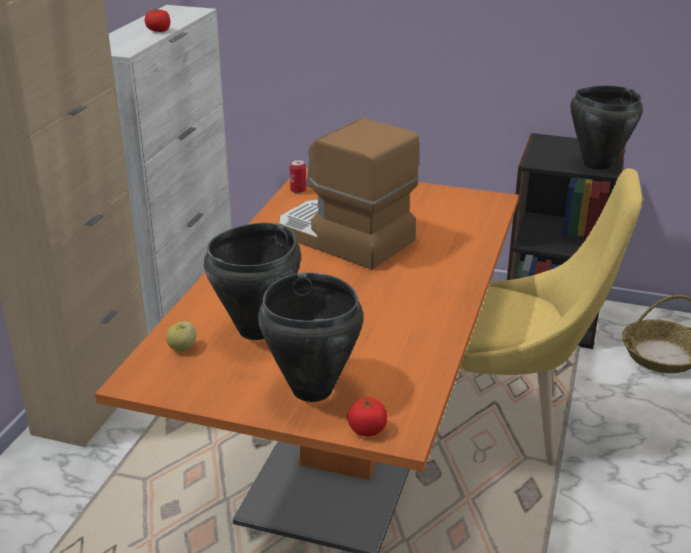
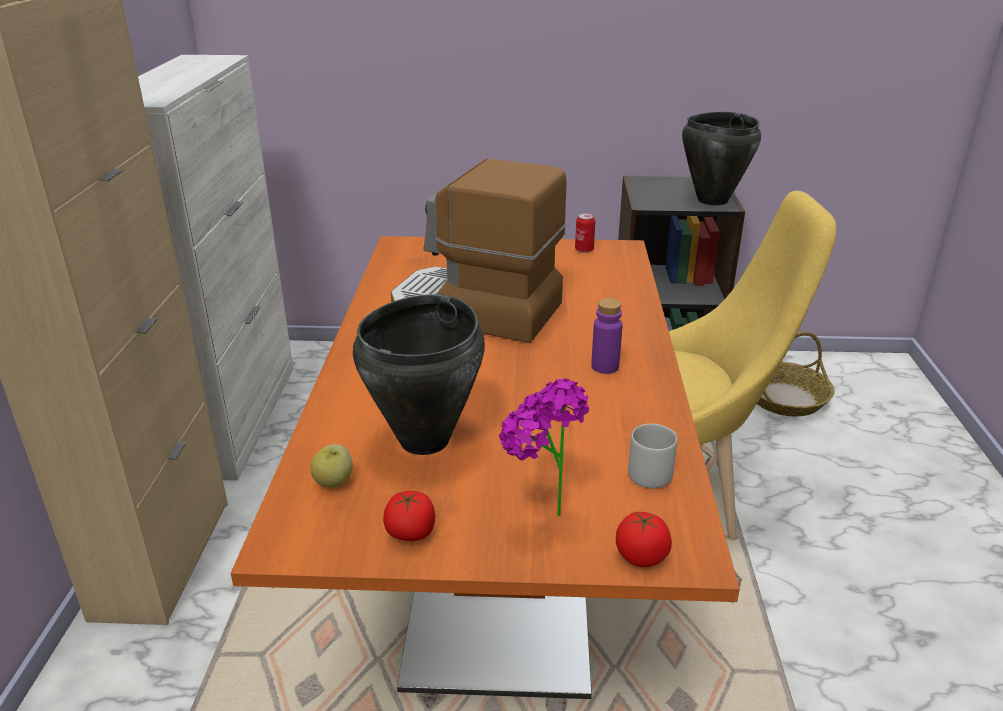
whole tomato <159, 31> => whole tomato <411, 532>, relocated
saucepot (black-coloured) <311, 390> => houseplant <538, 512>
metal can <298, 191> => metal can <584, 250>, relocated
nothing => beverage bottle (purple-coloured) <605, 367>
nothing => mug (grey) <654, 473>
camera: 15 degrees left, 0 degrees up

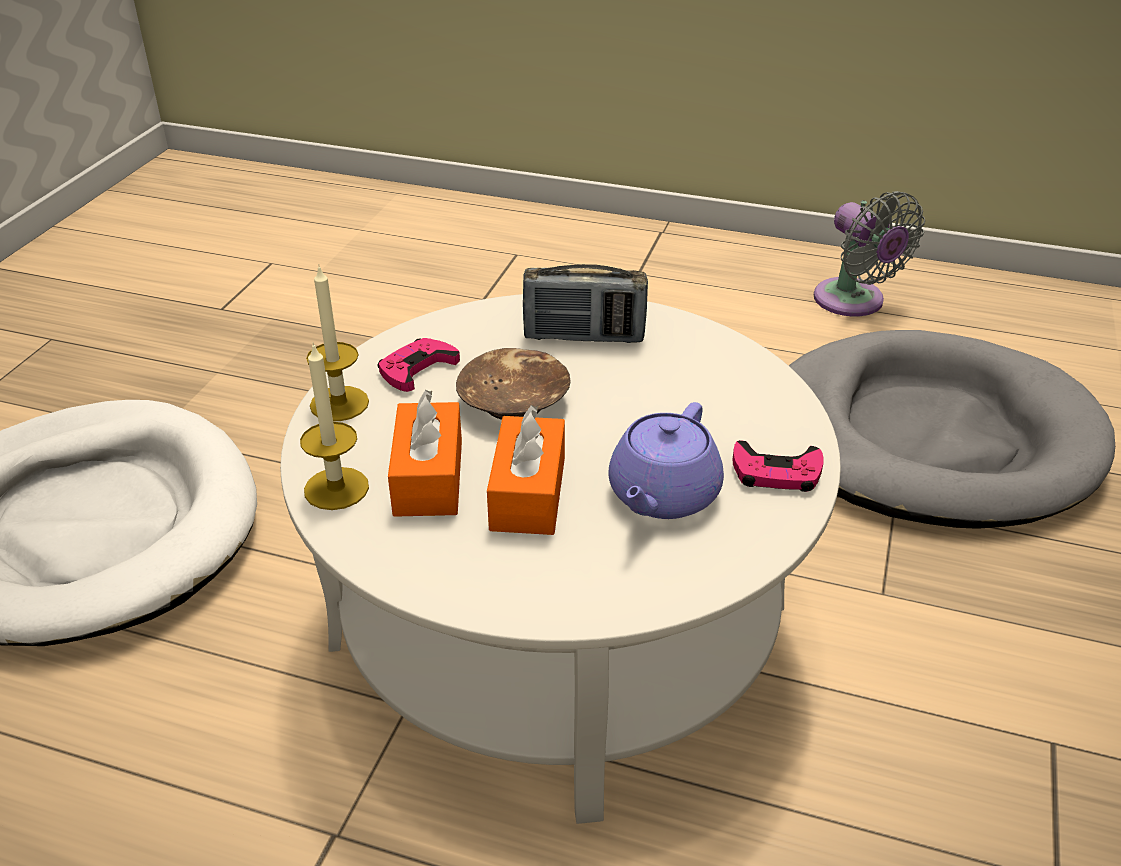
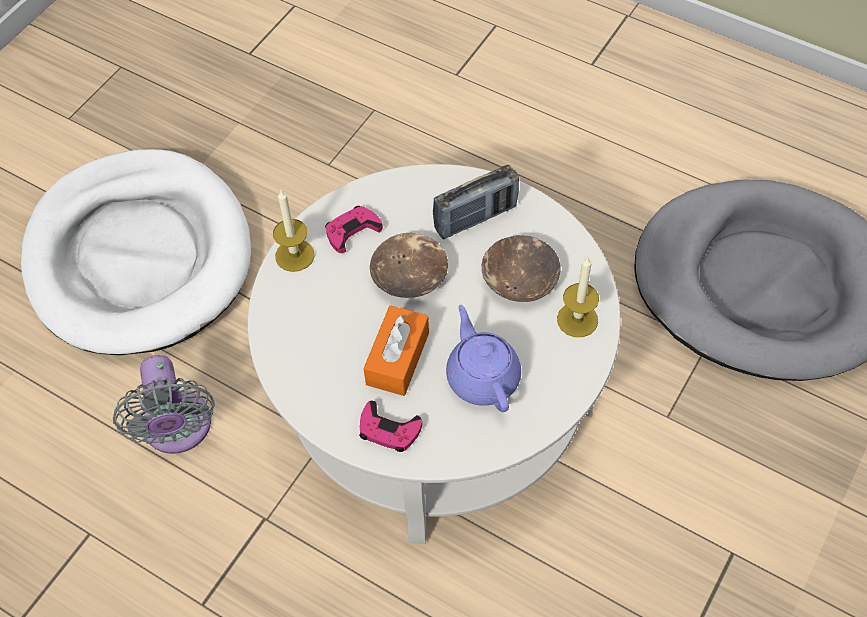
electric fan (grey) <853, 302> => electric fan (grey) <178, 430>, relocated
game controller (pinkish) <776, 473> => game controller (pinkish) <389, 430>, relocated
radio <584, 336> => radio <475, 218>, 45 degrees counterclockwise
tea pot (purple-coloured) <662, 495> => tea pot (purple-coloured) <482, 376>, 120 degrees clockwise
nothing => serving bowl (brown-coloured) <519, 277>
candle <336, 488> => candle <577, 319>, relocated
tissue holder (orangey) <428, 477> => nothing
camera: 15 degrees right, 20 degrees up

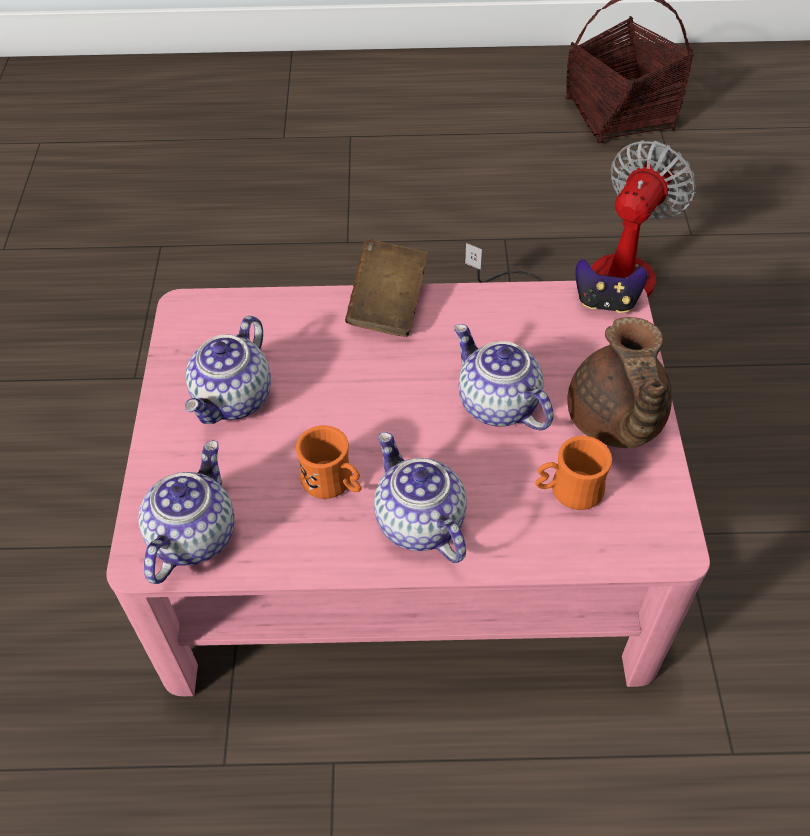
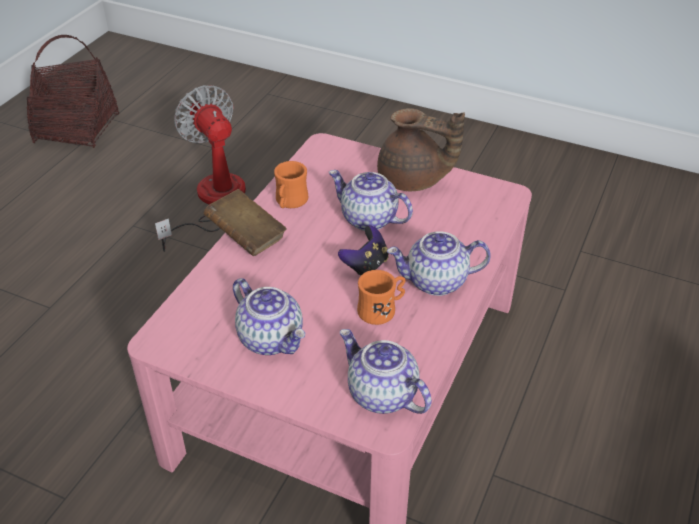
mug (orangey) <568, 490> => mug (orangey) <290, 203>, relocated
tea pot <497, 404> => tea pot <368, 219>, 45 degrees clockwise
game controller <605, 302> => game controller <366, 265>, relocated
camera: 65 degrees left, 10 degrees down

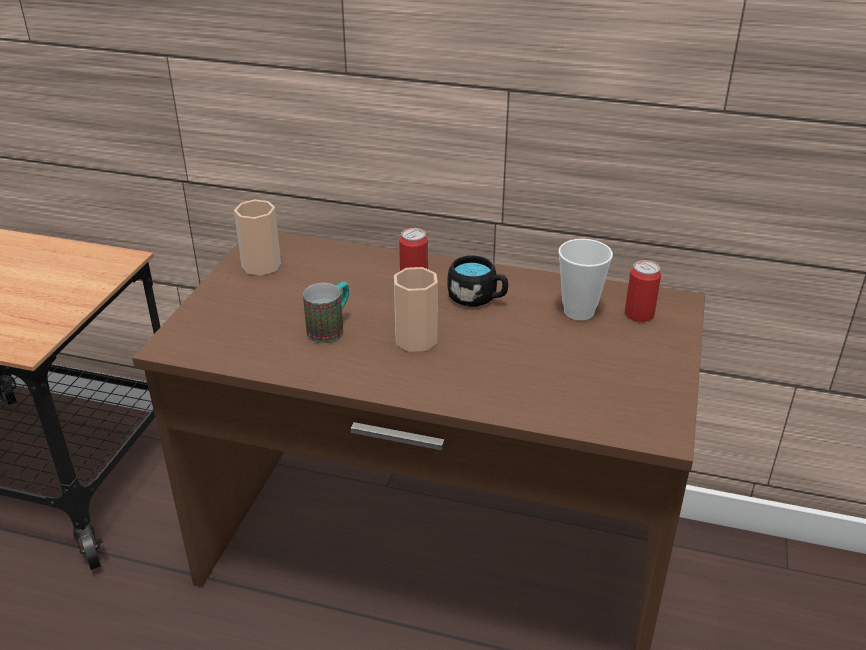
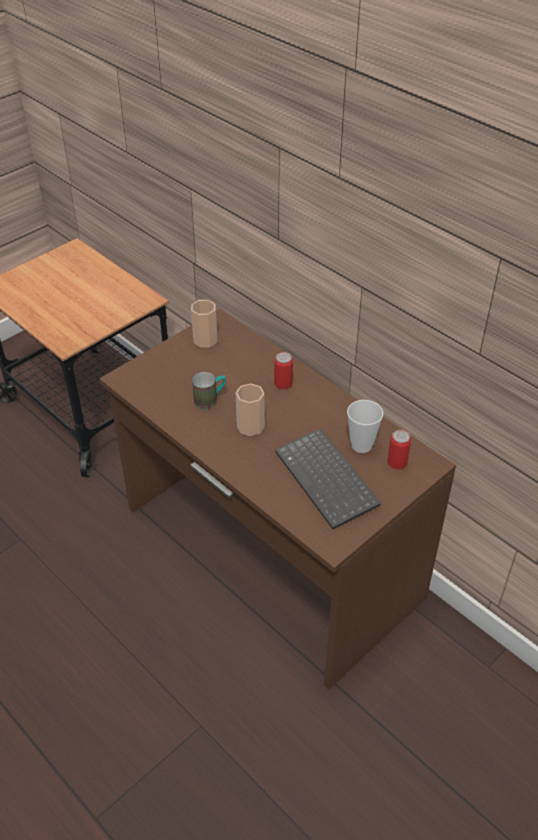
nothing => PC keyboard <328, 479>
mug (black-coloured) <478, 298> => nothing
camera: 30 degrees right, 10 degrees up

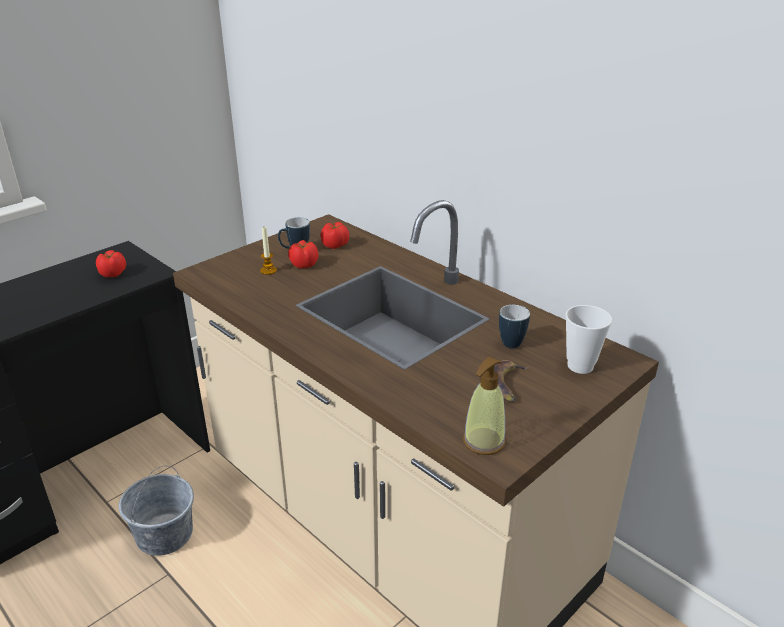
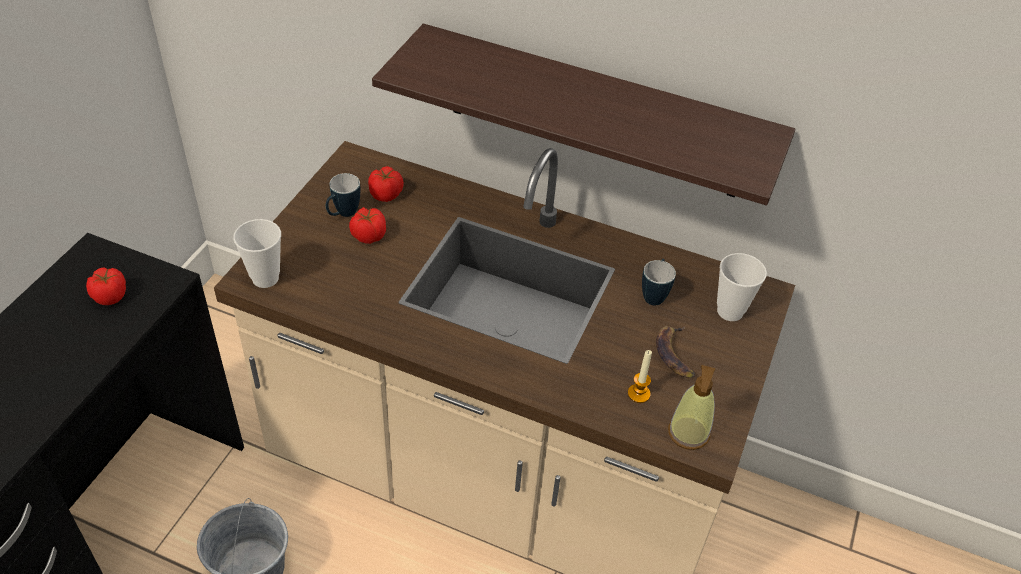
nothing => small cup <265, 278>
nothing => bracket shelf <595, 113>
candle <268, 270> => candle <638, 394>, relocated
camera: 25 degrees left, 15 degrees up

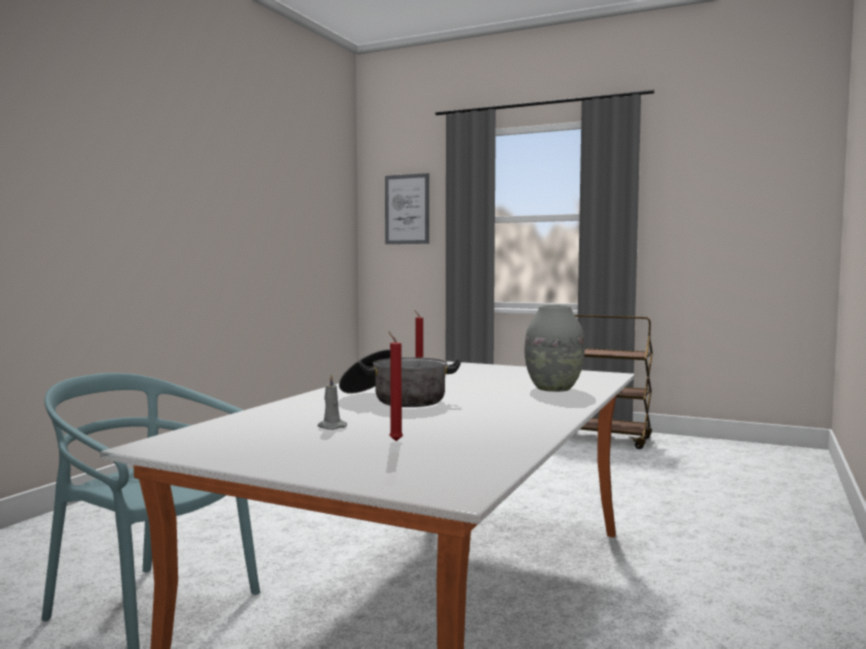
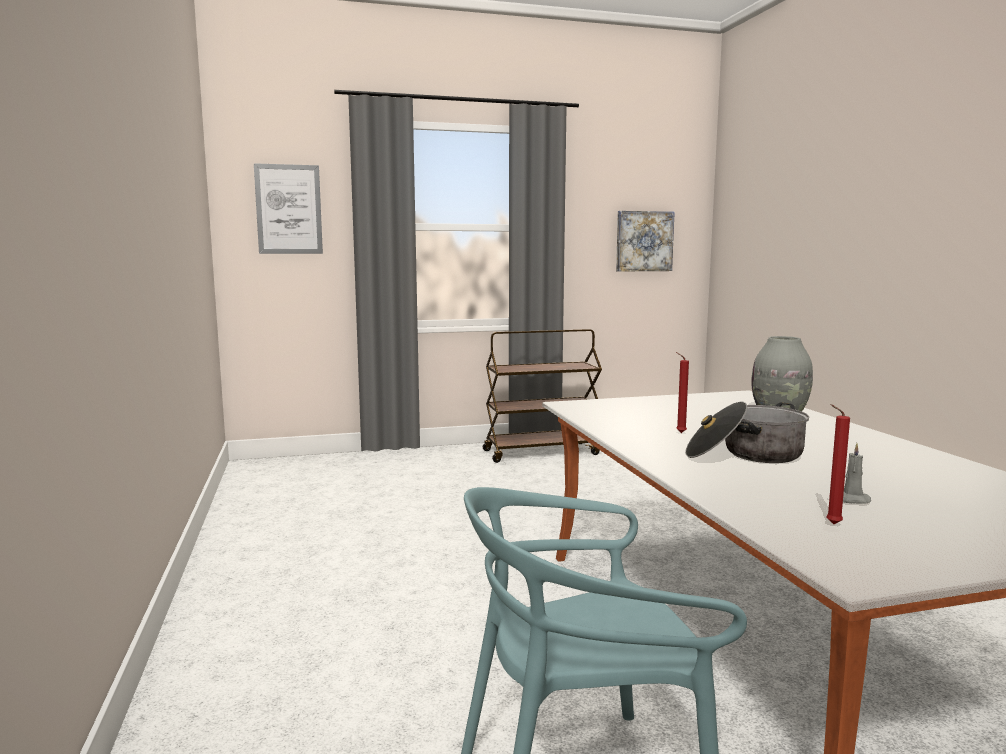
nothing => wall picture <644, 241>
candle (red) <394, 440> => candle (red) <831, 524>, relocated
camera: 40 degrees left, 5 degrees up

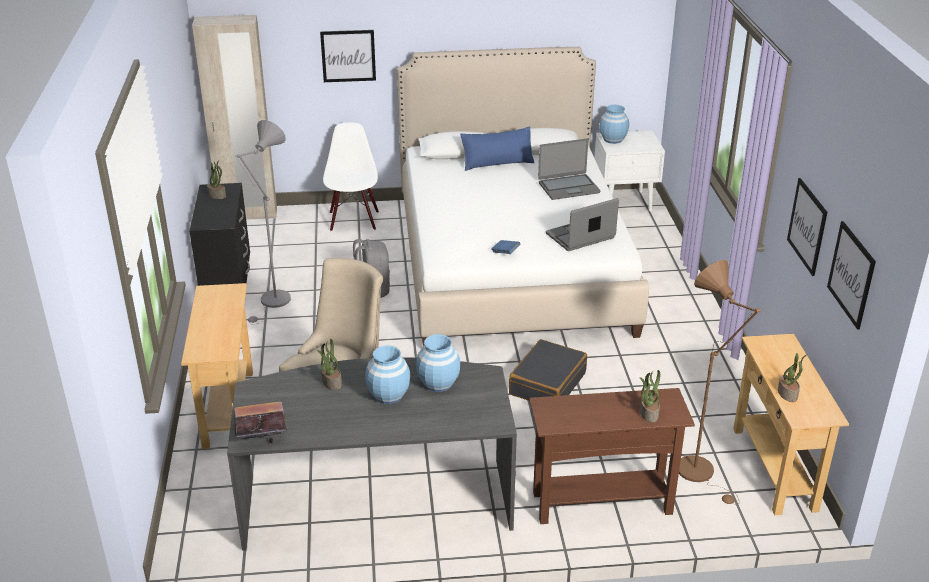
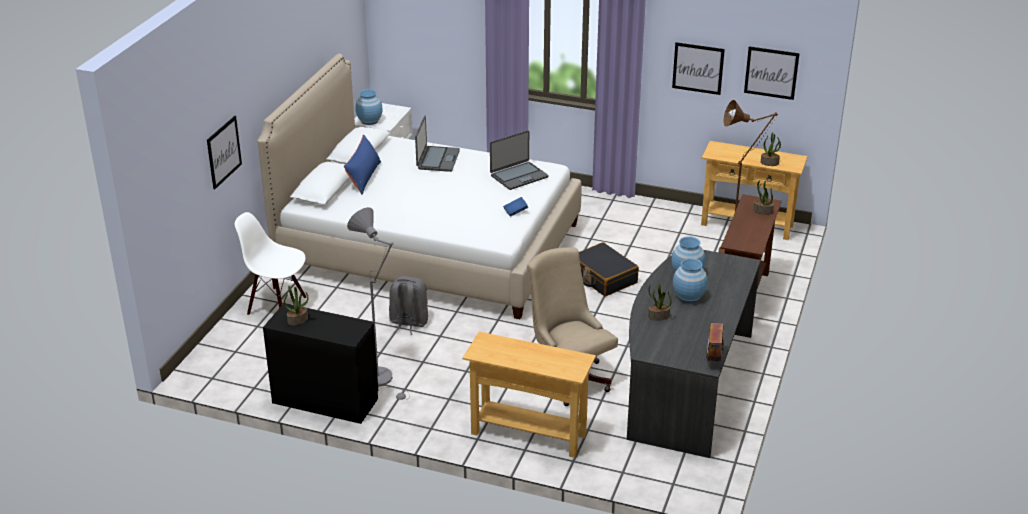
portable computer <580, 236> => portable computer <518, 176>, 120 degrees counterclockwise
armoire (beige-coloured) <248, 214> => nothing
camera: 65 degrees left, 0 degrees up

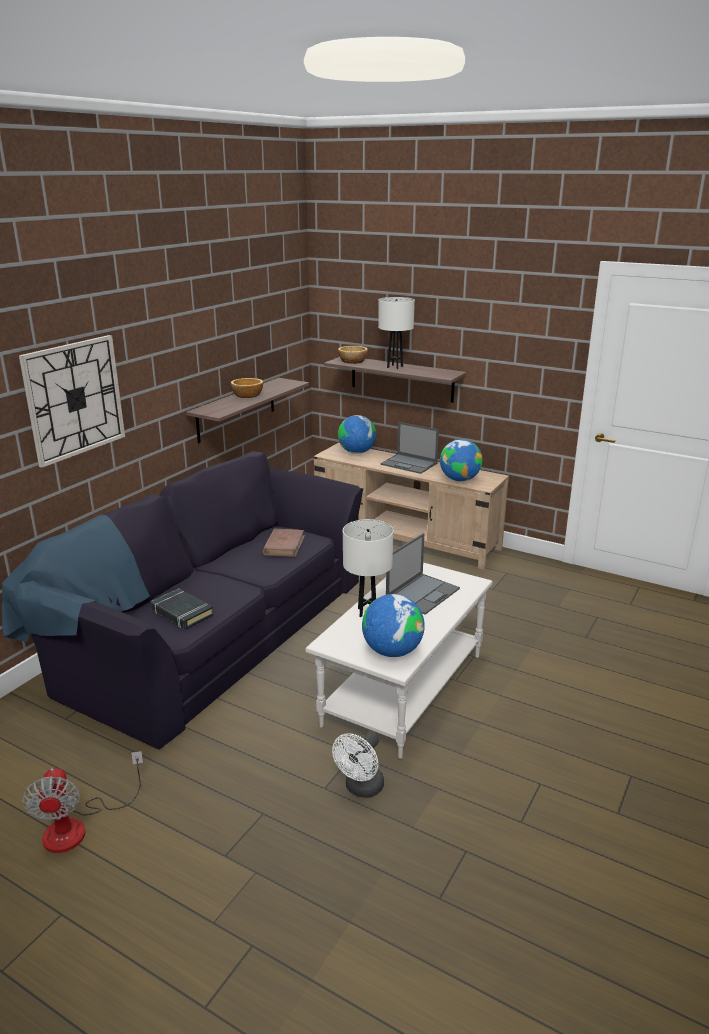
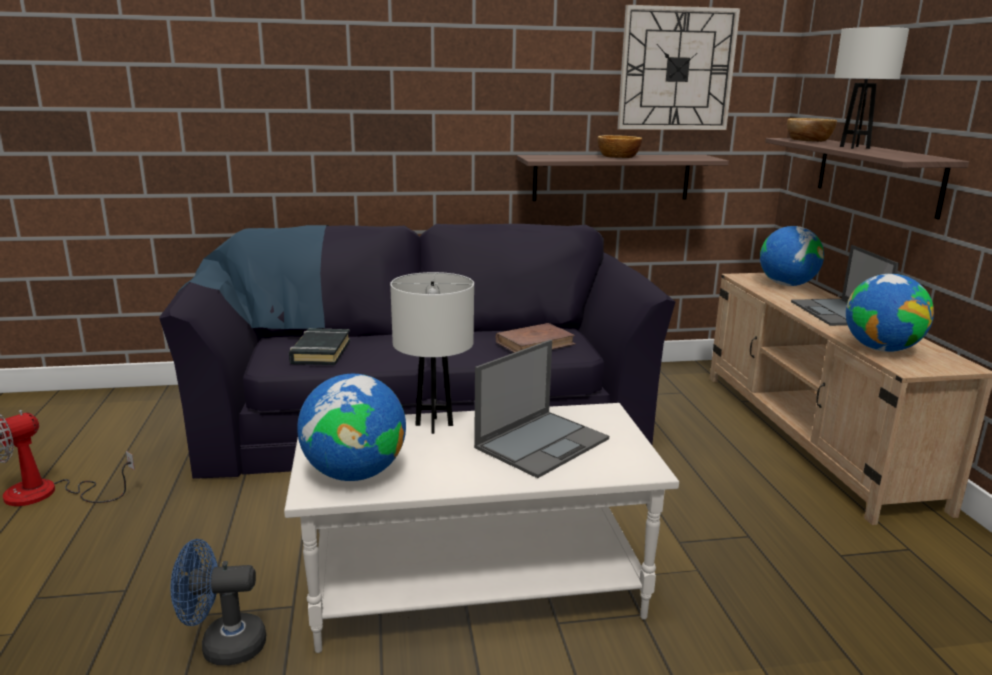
electric fan (whitish) <361, 789> => electric fan (blue) <223, 646>
portable computer <423, 593> => portable computer <543, 443>, 45 degrees counterclockwise
clock on the wall <74, 399> => clock on the wall <676, 69>, relocated
camera: 50 degrees right, 5 degrees down

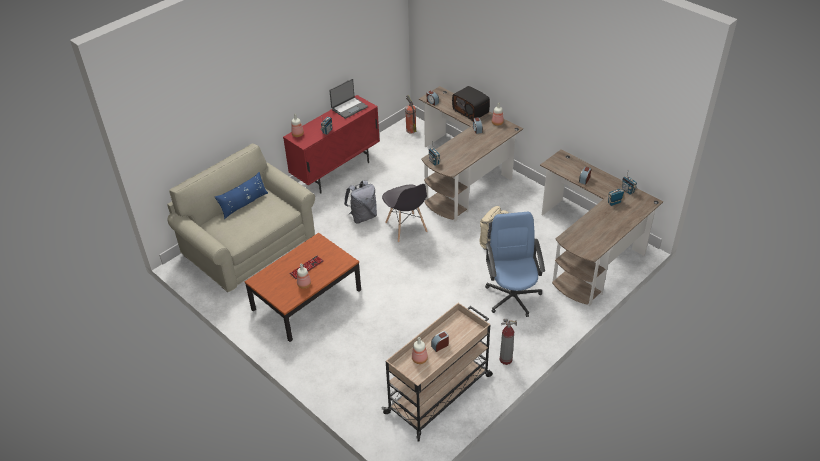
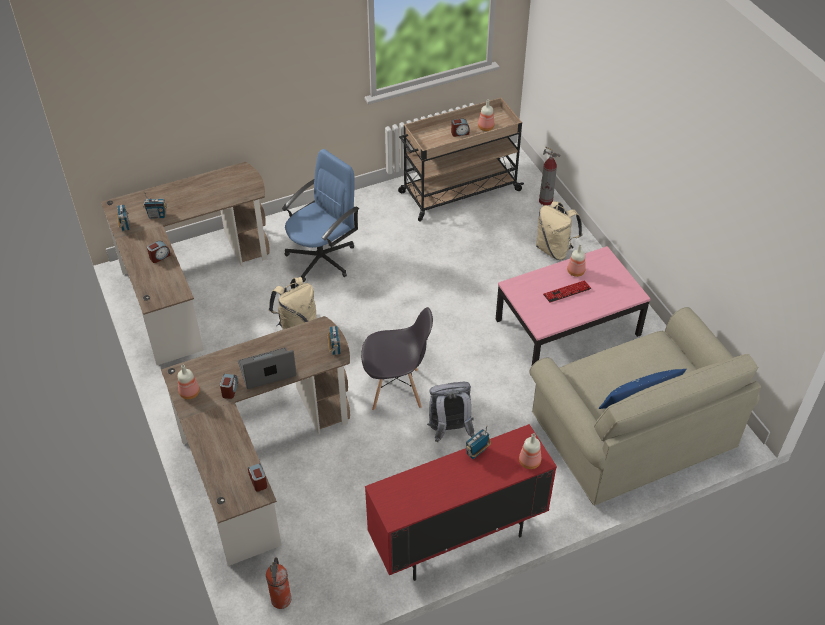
portable computer <349, 108> => portable computer <267, 371>, relocated
computer chair (blue) <512, 296> => computer chair (blue) <322, 258>, 150 degrees counterclockwise
chair (grey) <406, 228> => chair (grey) <396, 390>, 90 degrees clockwise
coffee table (brown-coloured) <306, 299> => coffee table (pinkish) <567, 327>
nothing => rucksack (beige-coloured) <554, 250>
fire extinguisher <505, 359> => fire extinguisher <546, 201>, relocated
radio <471, 111> => nothing
camera: 160 degrees left, 5 degrees up

